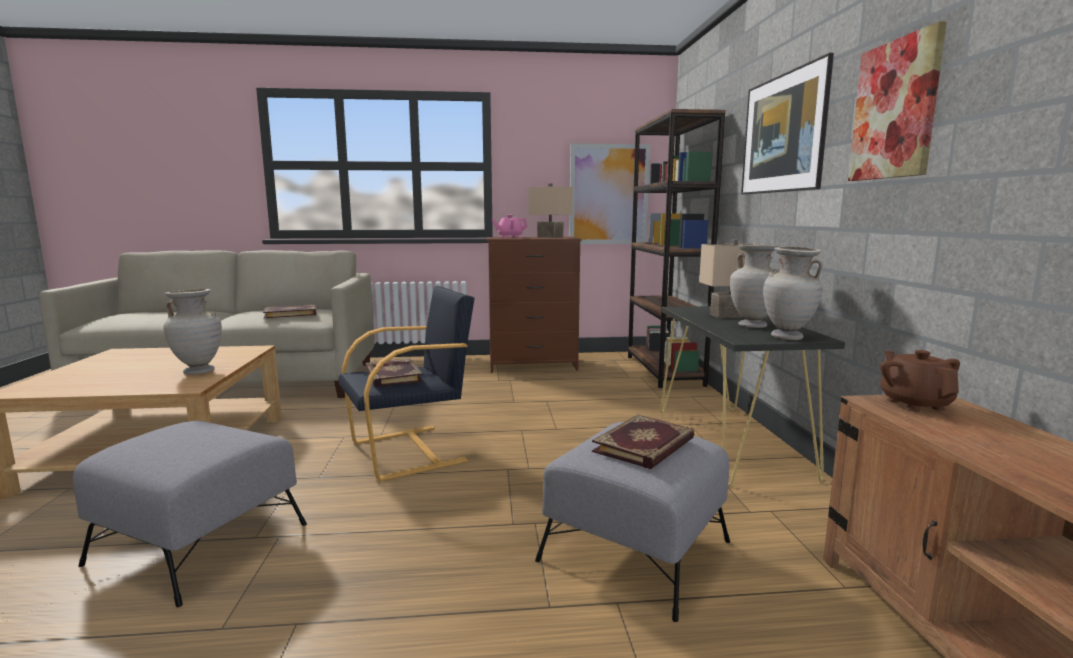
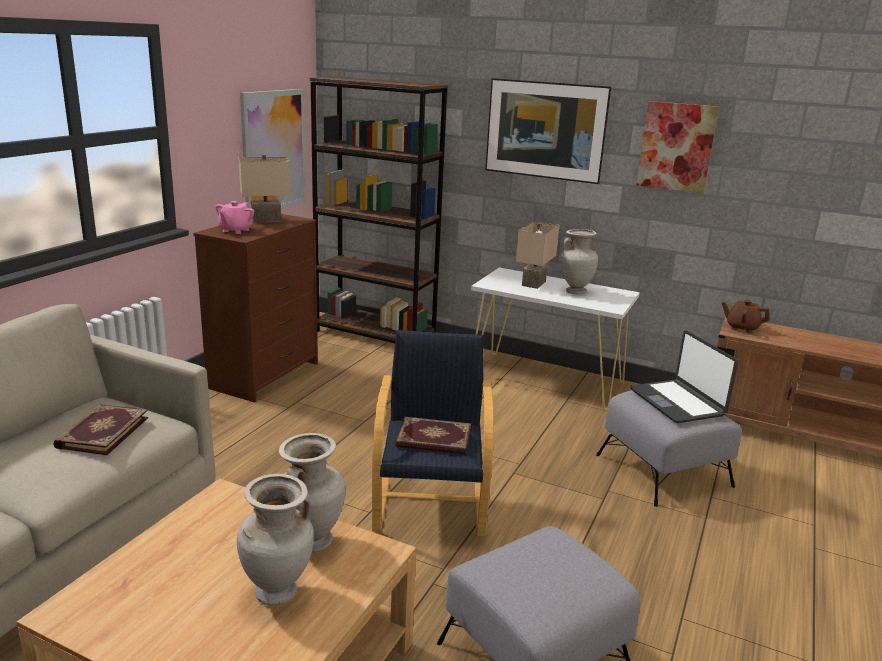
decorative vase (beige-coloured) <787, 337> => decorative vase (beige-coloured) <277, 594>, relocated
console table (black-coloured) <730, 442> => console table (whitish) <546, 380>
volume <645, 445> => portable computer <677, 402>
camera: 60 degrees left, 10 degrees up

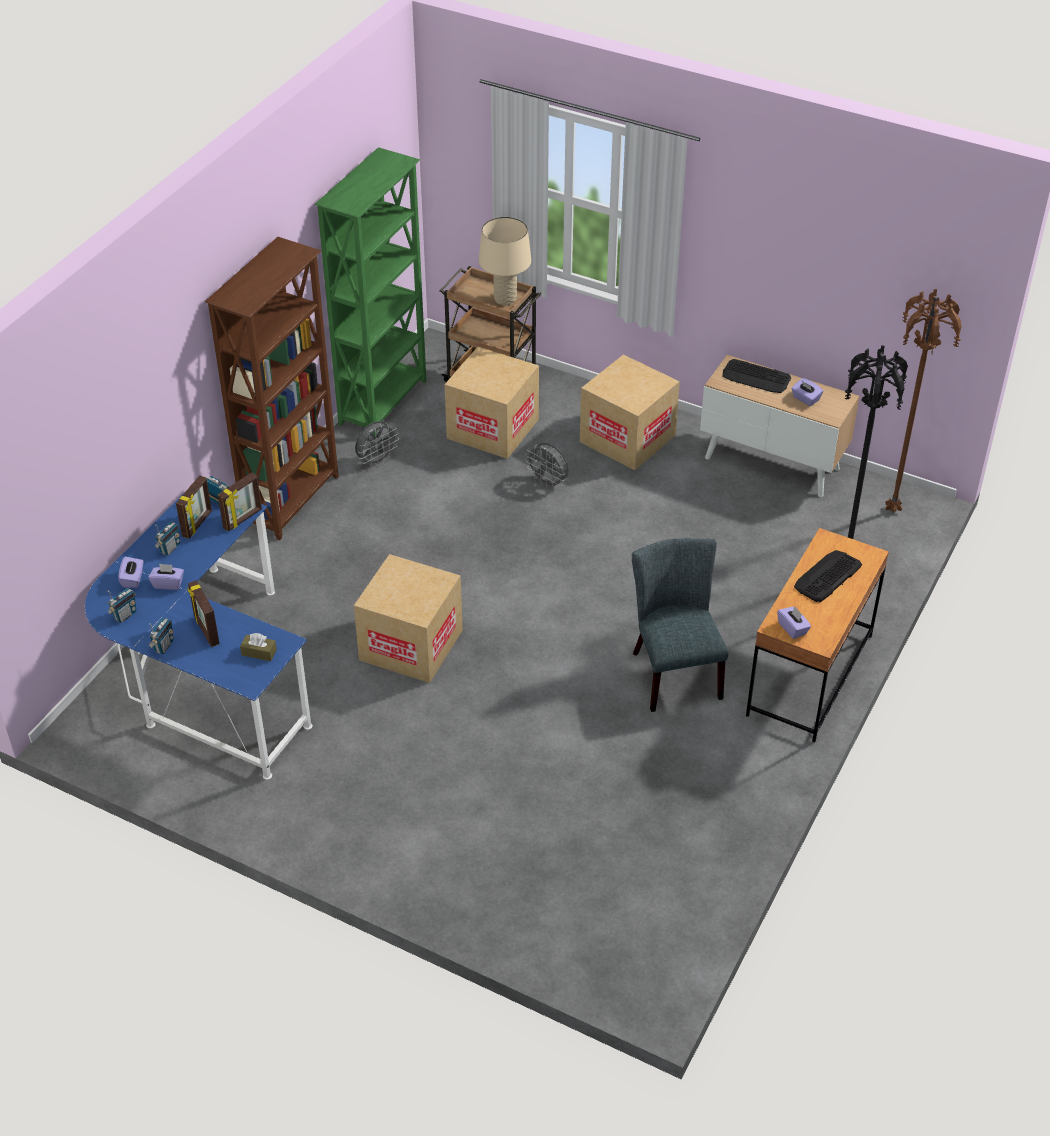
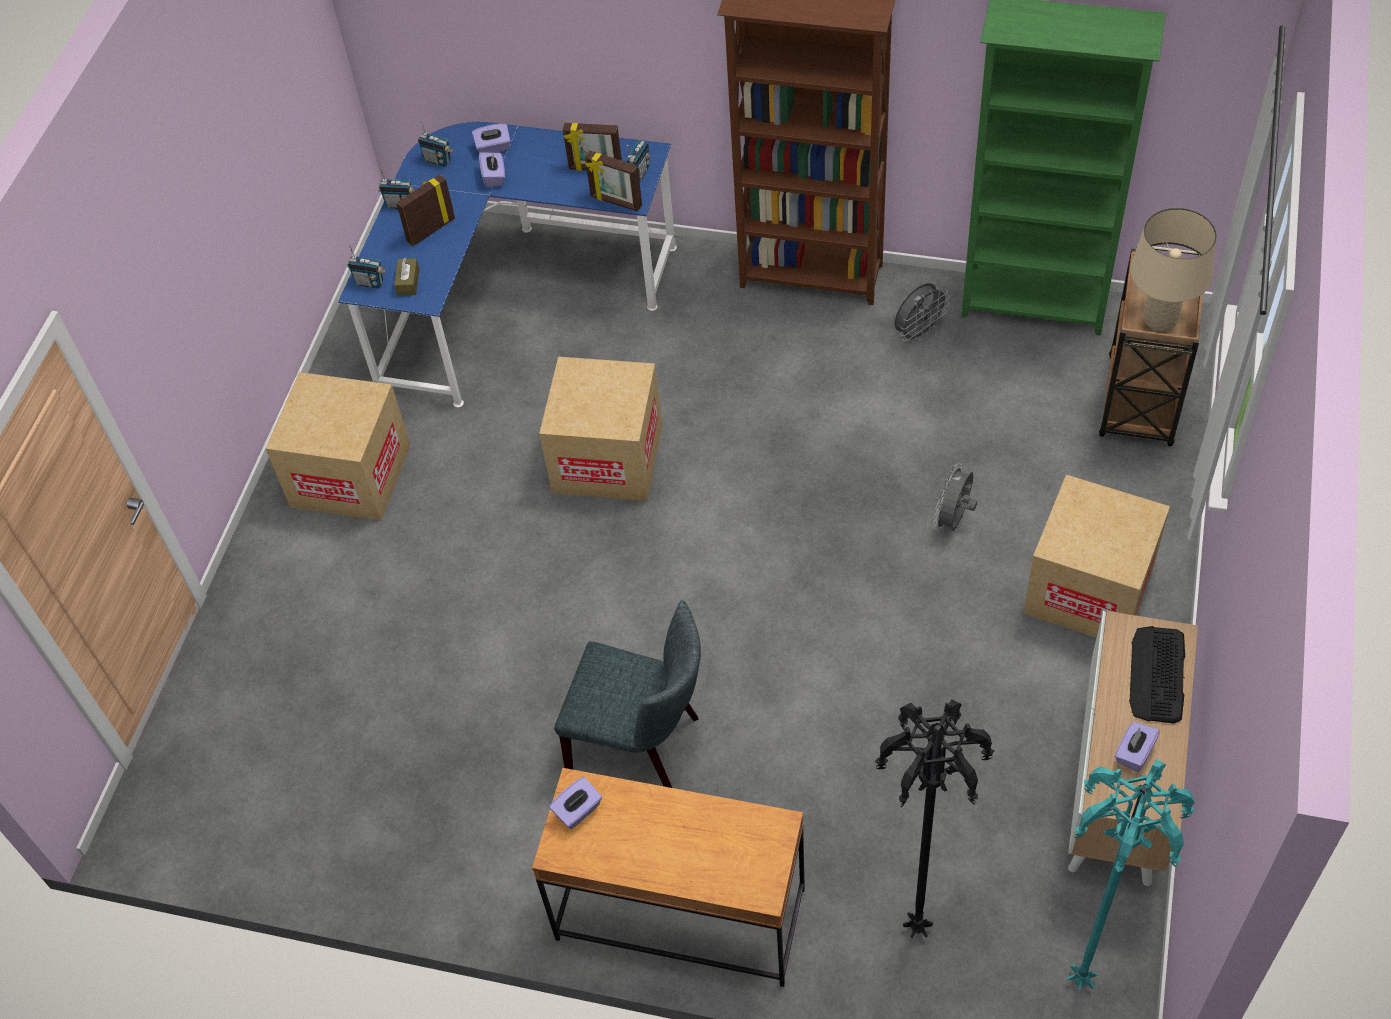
packing box <492, 428> => packing box <350, 475>, relocated
radio <169, 548> => radio <370, 283>, relocated
chair (grey) <673, 671> => chair (grey) <642, 743>, 45 degrees clockwise
electric fan (grey) <376, 460> => electric fan (grey) <918, 332>, 75 degrees counterclockwise
standard lamp (brown-coloured) <894, 509> => standard lamp (blue-green) <1083, 982>
PC keyboard <827, 576> => nothing
camera: 80 degrees right, 10 degrees up

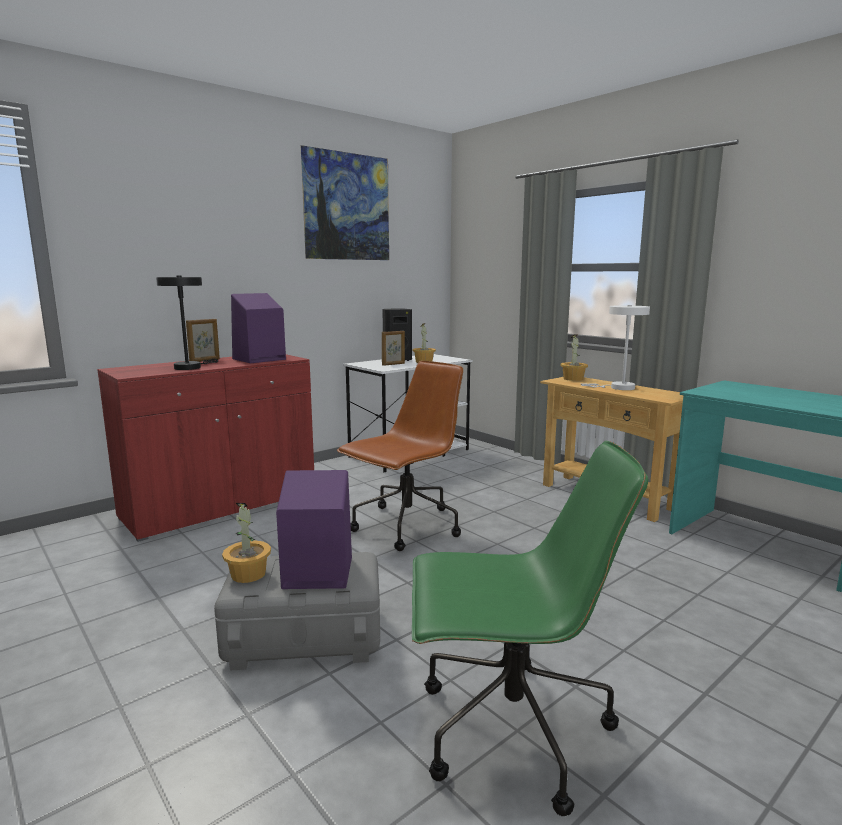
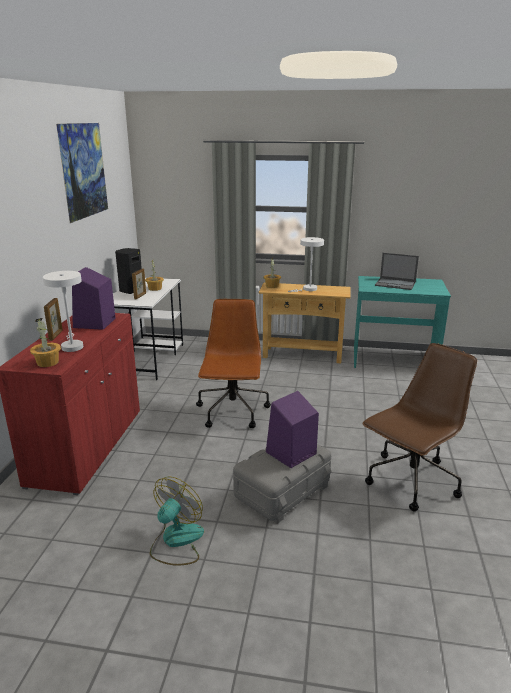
houseplant <248, 574> => houseplant <48, 362>, relocated
table lamp (black-coloured) <190, 367> => table lamp (whitish) <71, 346>
nothing => electric fan <176, 541>
computer chair (green) <509, 730> => computer chair (brown-coloured) <411, 482>
nothing => portable computer <395, 284>
camera: 40 degrees left, 10 degrees up

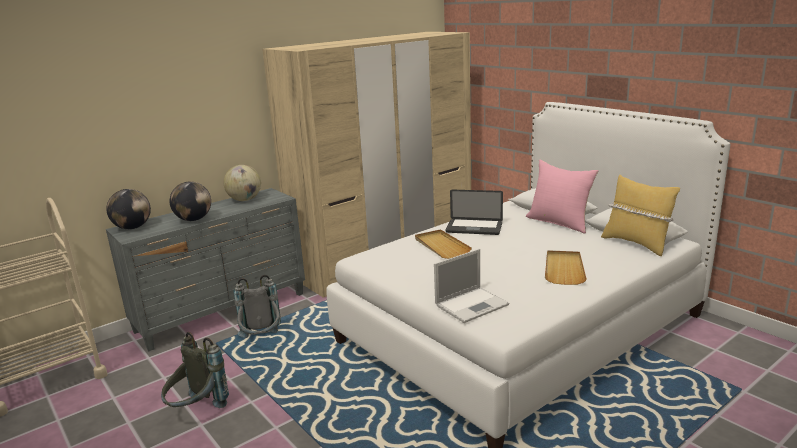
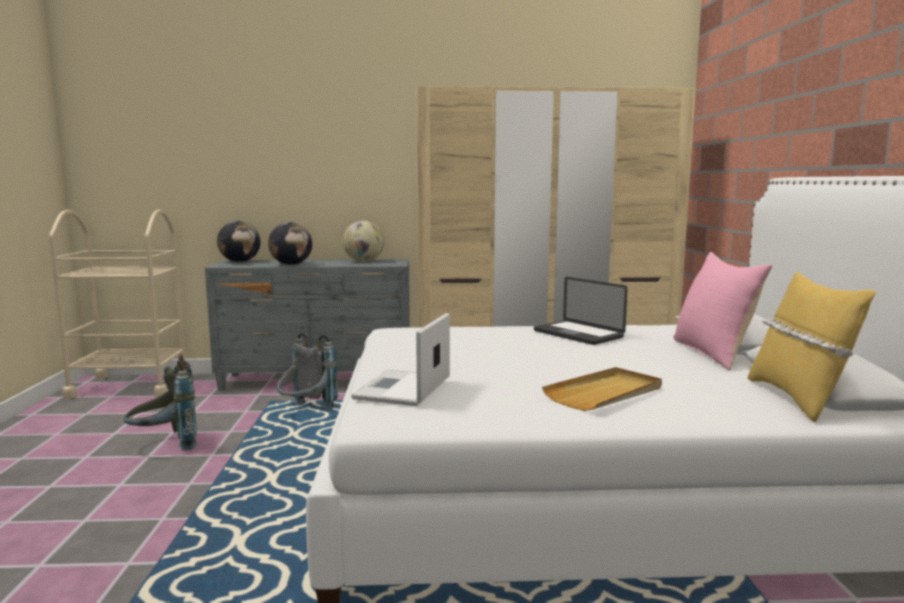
portable computer <472, 304> => portable computer <402, 389>, 105 degrees clockwise
serving tray (beige-coloured) <441, 246> => nothing
camera: 35 degrees right, 10 degrees down

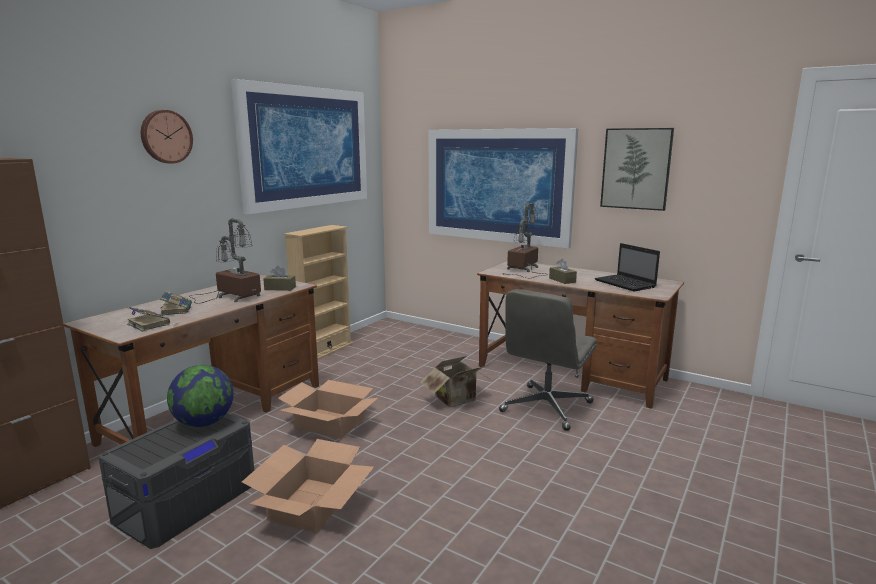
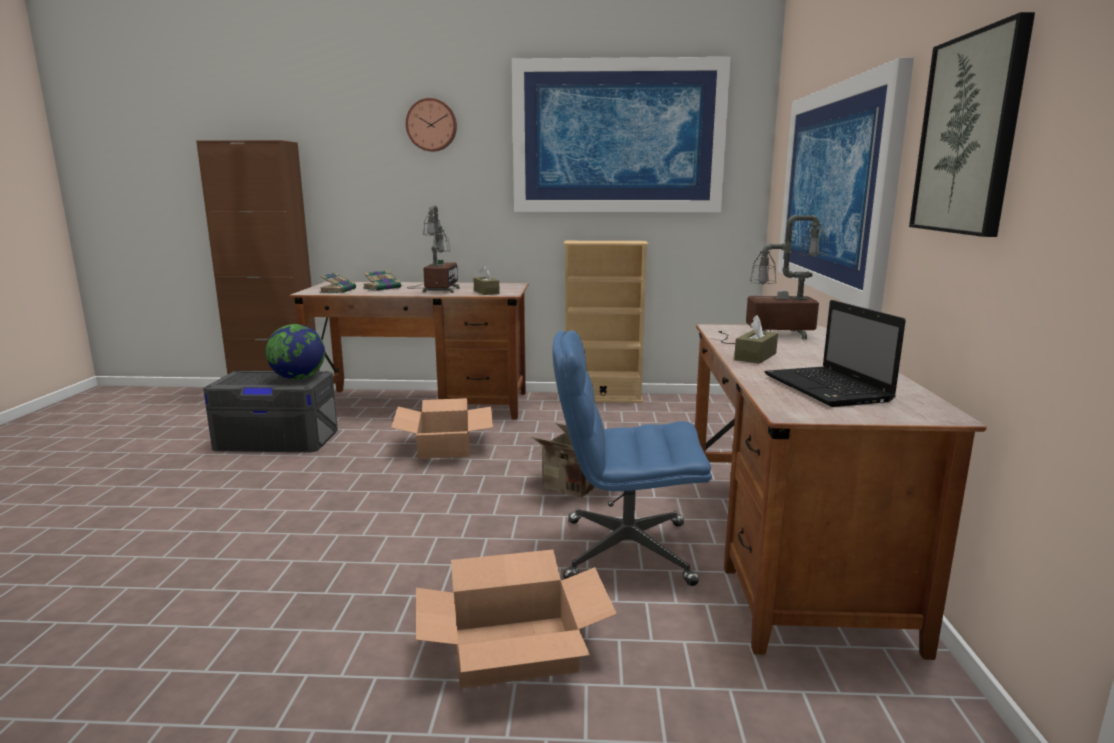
packing box <311, 504> => packing box <514, 650>, relocated
computer chair (grey) <546, 408> => computer chair (blue) <625, 551>
portable computer <626, 284> => portable computer <828, 389>, 45 degrees counterclockwise
camera: 60 degrees right, 0 degrees up

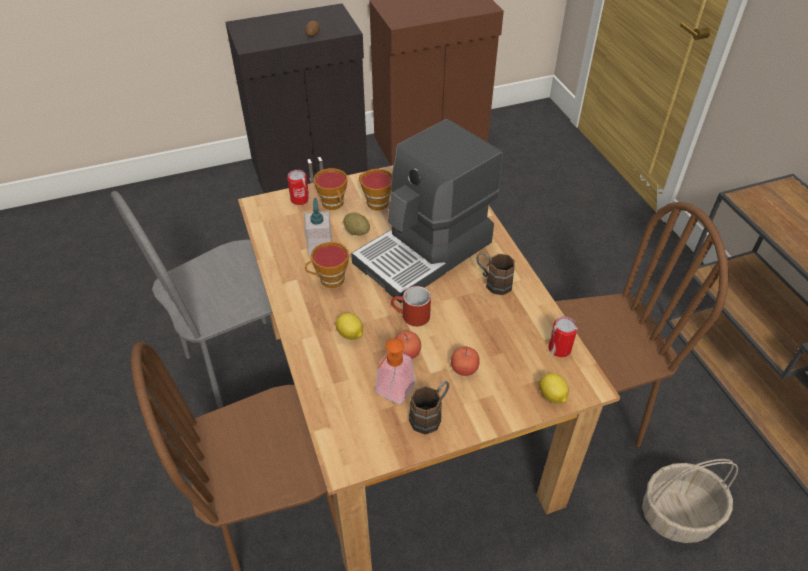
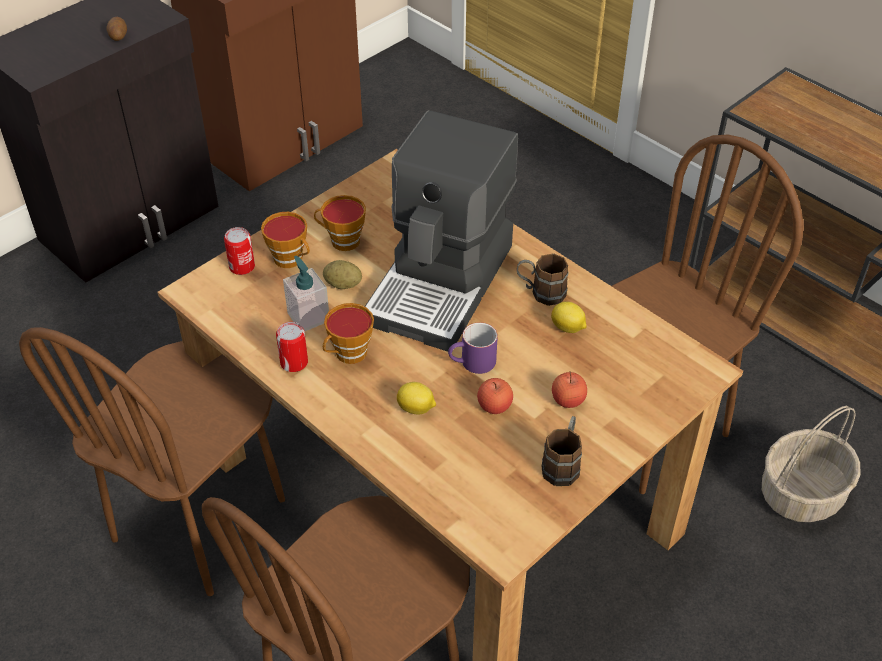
chair (grey) <243, 364> => chair (brown-coloured) <200, 520>
metal can <559, 349> => metal can <294, 362>, relocated
mug (red) <410, 316> => mug (purple-coloured) <472, 363>
lemon <552, 396> => lemon <568, 328>, relocated
liquid soap bottle <391, 393> => nothing
camera: 25 degrees left, 0 degrees up

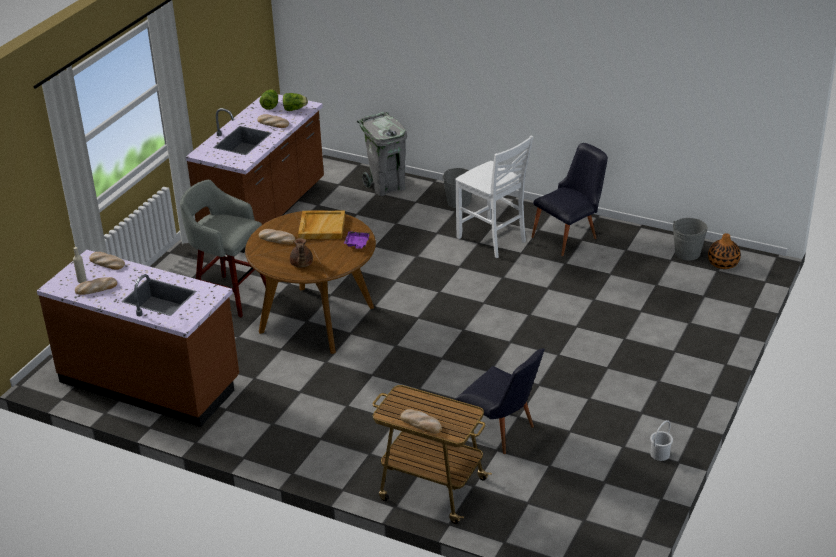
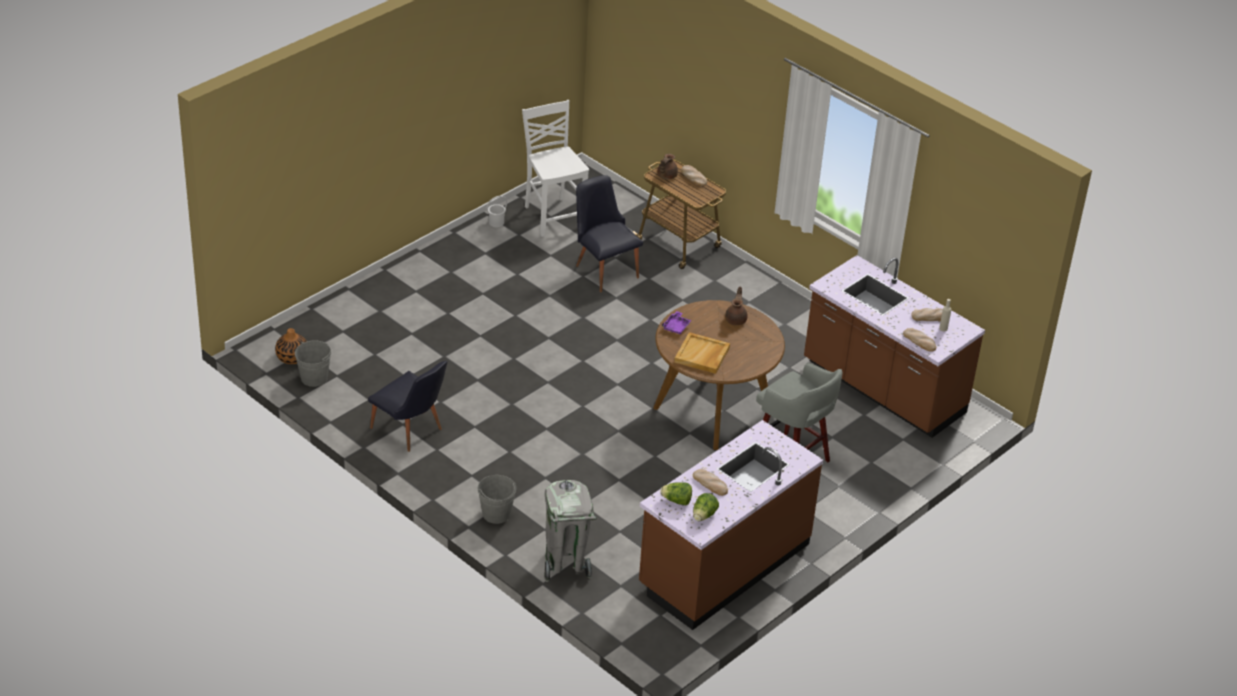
chair (black-coloured) <570, 236> => chair (black-coloured) <411, 432>, 120 degrees counterclockwise
chair (whitish) <492, 240> => chair (whitish) <553, 216>, relocated
nothing => tea pot (brown-coloured) <666, 176>
bakery bread <276, 239> => nothing
camera: 165 degrees left, 5 degrees up

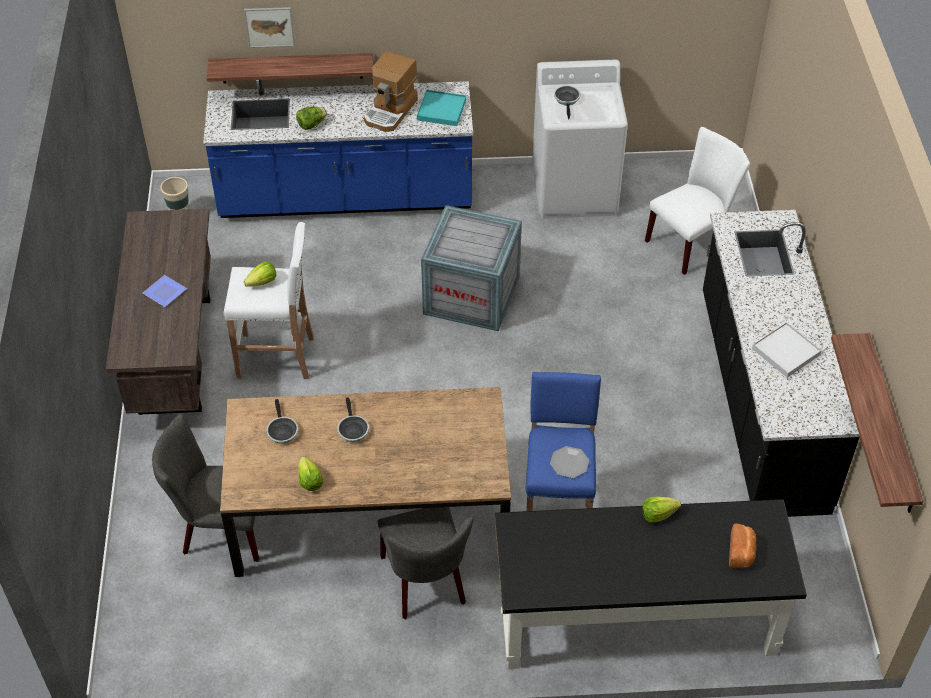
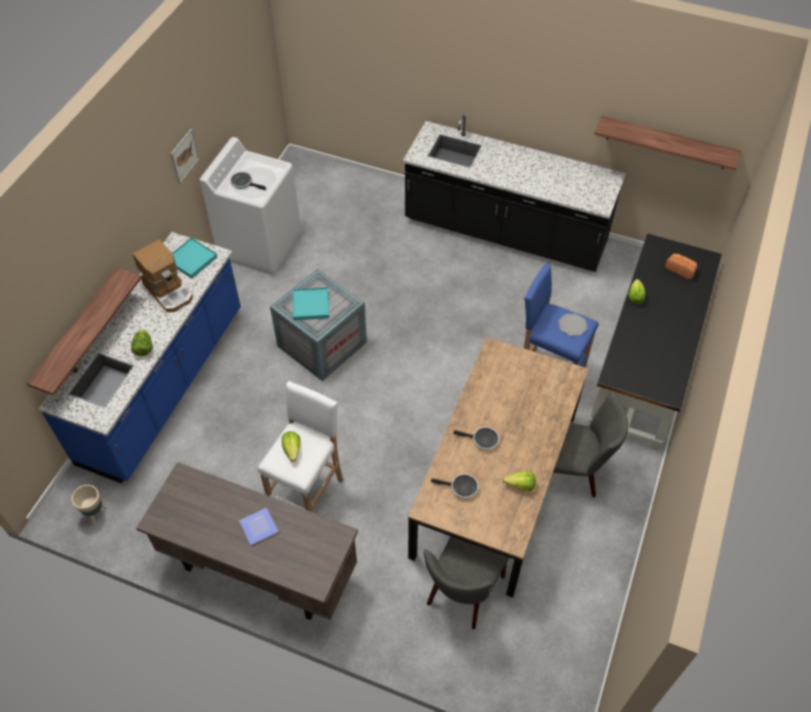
wall picture <269, 27> => wall picture <184, 156>, relocated
nothing => serving tray (blue-green) <311, 305>
chair (whitish) <692, 241> => nothing
serving tray (whitish) <786, 351> => nothing
camera: 65 degrees left, 5 degrees up

